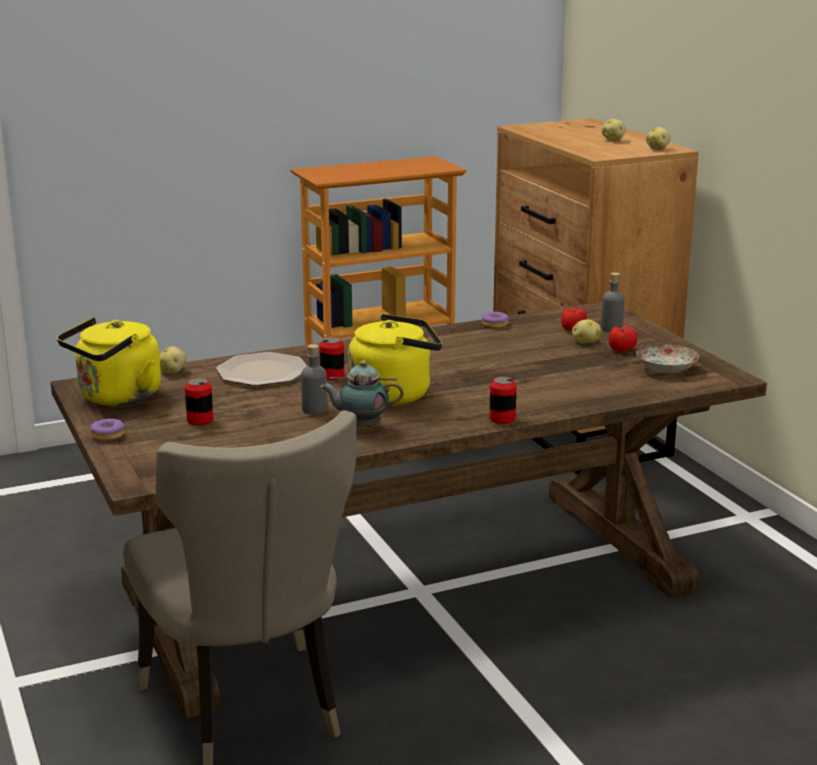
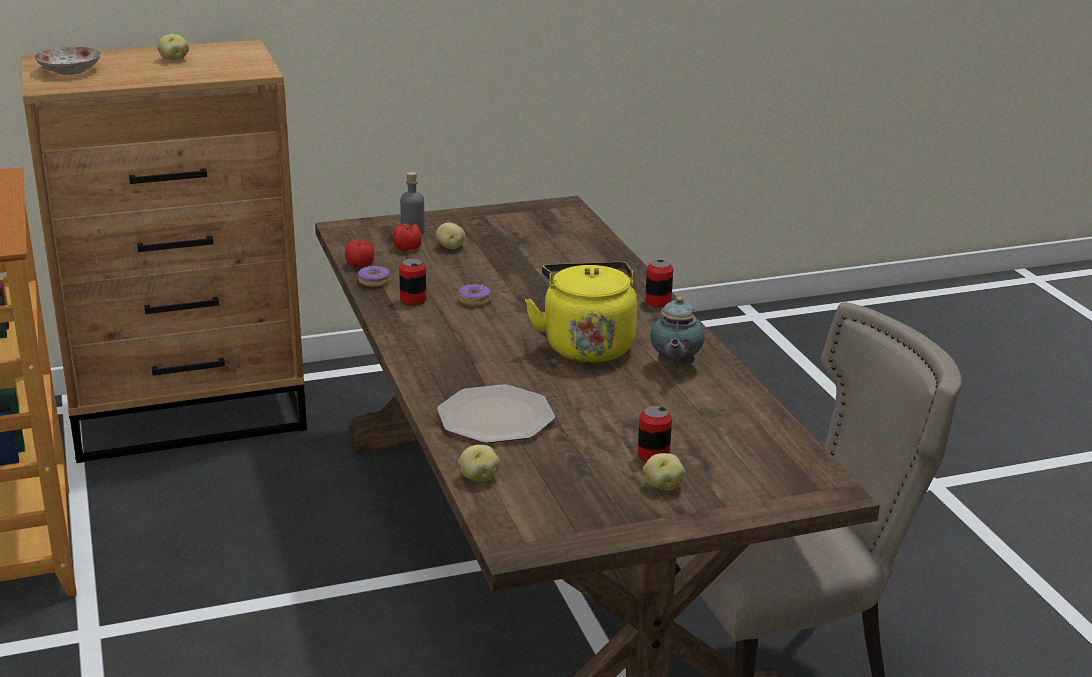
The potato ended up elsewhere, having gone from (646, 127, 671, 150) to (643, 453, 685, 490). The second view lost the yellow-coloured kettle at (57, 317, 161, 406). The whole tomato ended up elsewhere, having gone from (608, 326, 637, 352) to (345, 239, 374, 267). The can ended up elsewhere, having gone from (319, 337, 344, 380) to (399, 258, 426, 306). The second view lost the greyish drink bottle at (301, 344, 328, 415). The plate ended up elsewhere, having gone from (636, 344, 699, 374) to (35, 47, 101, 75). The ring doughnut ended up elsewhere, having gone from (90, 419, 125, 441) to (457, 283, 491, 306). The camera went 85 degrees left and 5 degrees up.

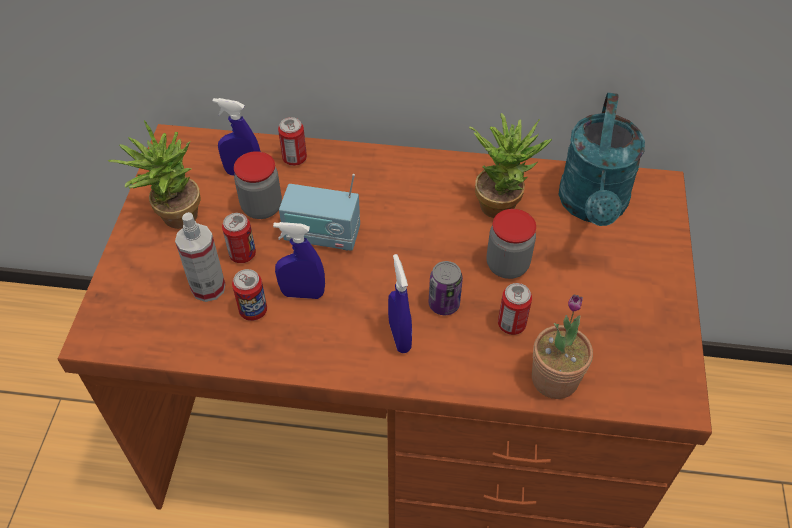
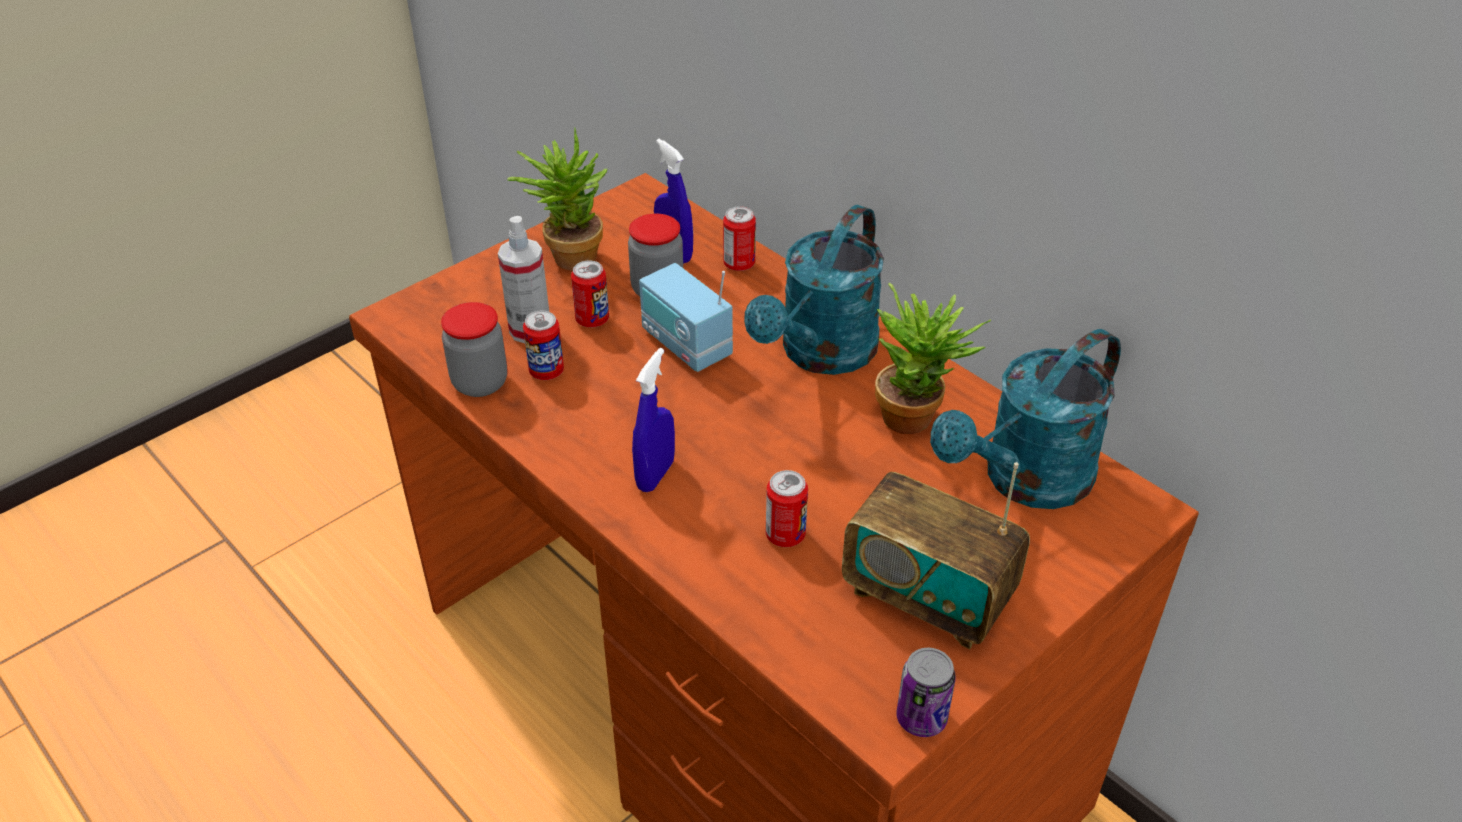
The jar ended up elsewhere, having gone from (487, 209, 536, 279) to (441, 302, 507, 397). The second view lost the blue-coloured sprayer at (273, 222, 325, 299). The can ended up elsewhere, having gone from (429, 261, 463, 315) to (896, 648, 956, 737). The second view lost the houseplant at (532, 294, 593, 399). The second view gained the blue-green watering can at (744, 205, 884, 375). The second view gained the radio set at (842, 462, 1030, 649). The camera went 40 degrees right and 10 degrees down.

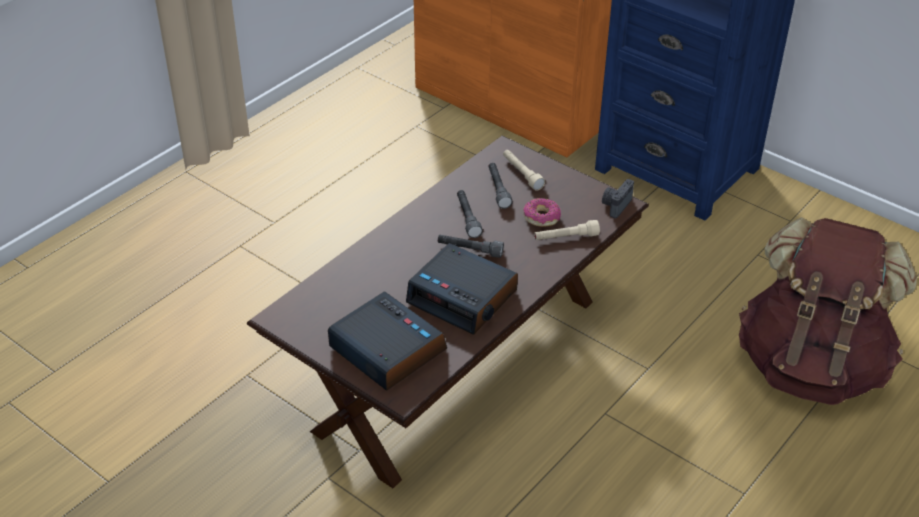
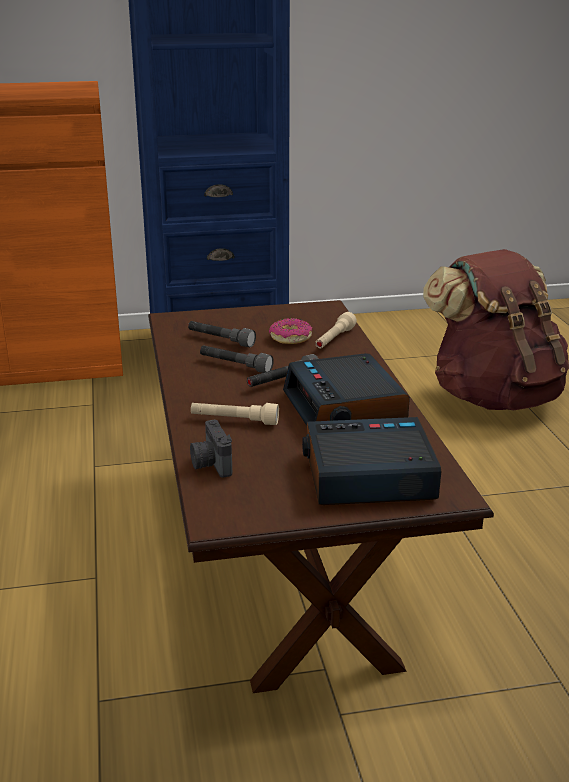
The sand-coloured hand torch ended up elsewhere, having gone from (503, 150, 545, 191) to (191, 403, 279, 425). The still camera ended up elsewhere, having gone from (602, 179, 634, 218) to (190, 420, 232, 478). The alarm clock at (406, 243, 518, 335) ended up facing another way, 90 degrees clockwise from before. The camera went 50 degrees left and 15 degrees down.

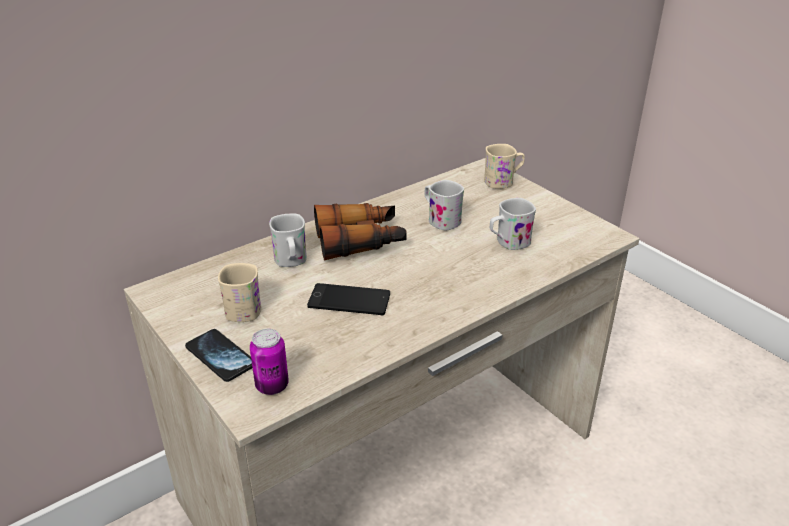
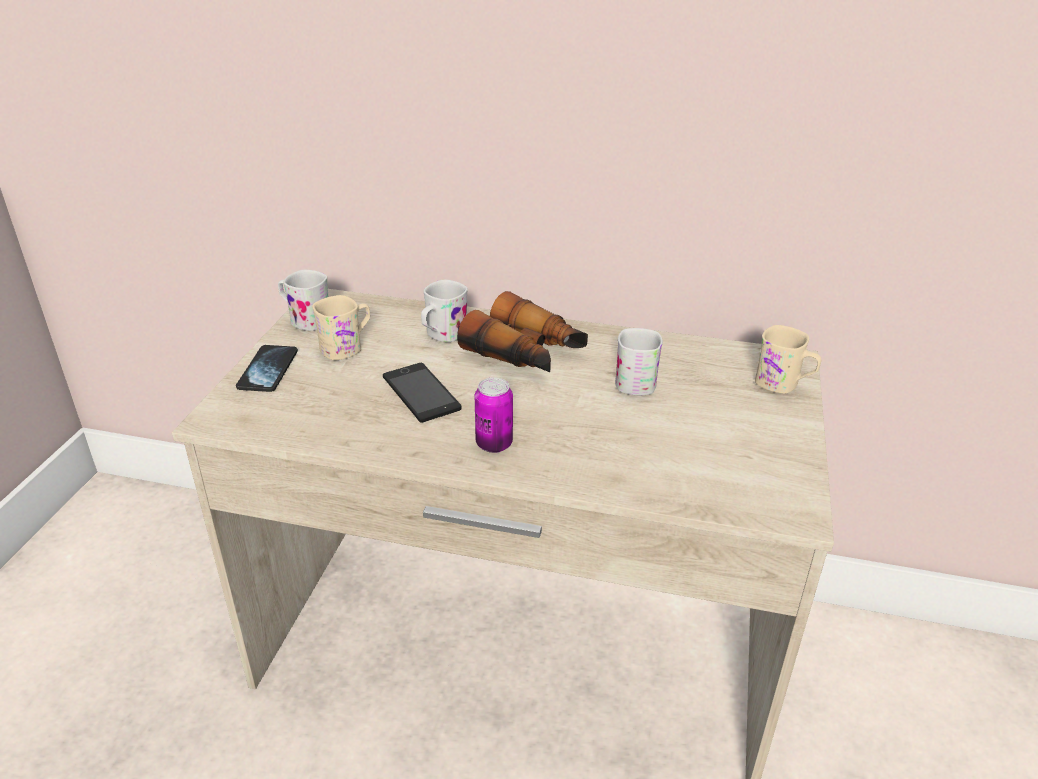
The white-coloured mug ended up elsewhere, having gone from (490, 198, 536, 250) to (278, 270, 329, 331). The can ended up elsewhere, having gone from (250, 329, 289, 395) to (475, 377, 513, 453). The camera went 50 degrees right and 0 degrees up.

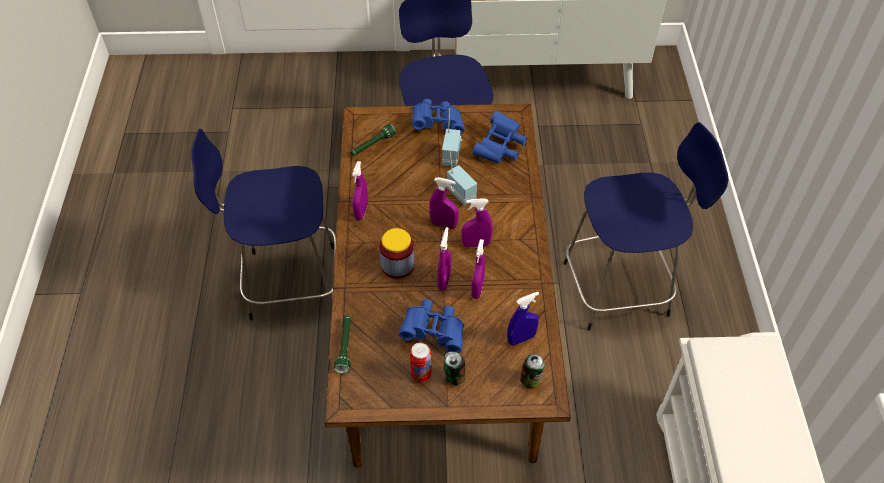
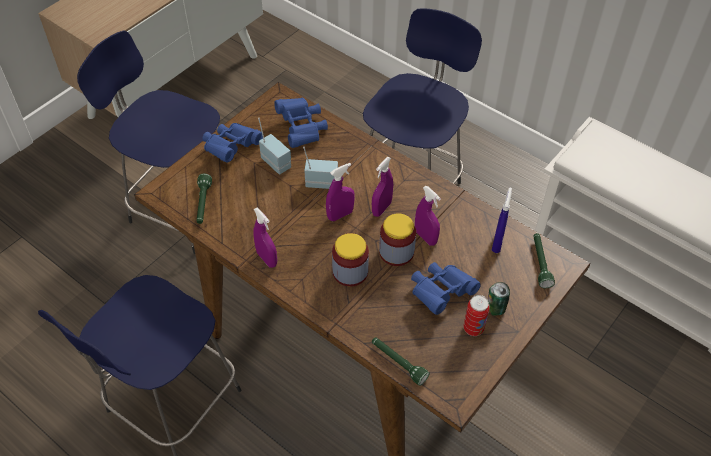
Where the purple-coloured sprayer stood at (438, 227, 451, 290), the jar came to stand at (379, 213, 416, 266). Where the can stood at (520, 354, 545, 388), the green hand torch came to stand at (534, 233, 555, 288). The camera went 50 degrees left and 0 degrees up.

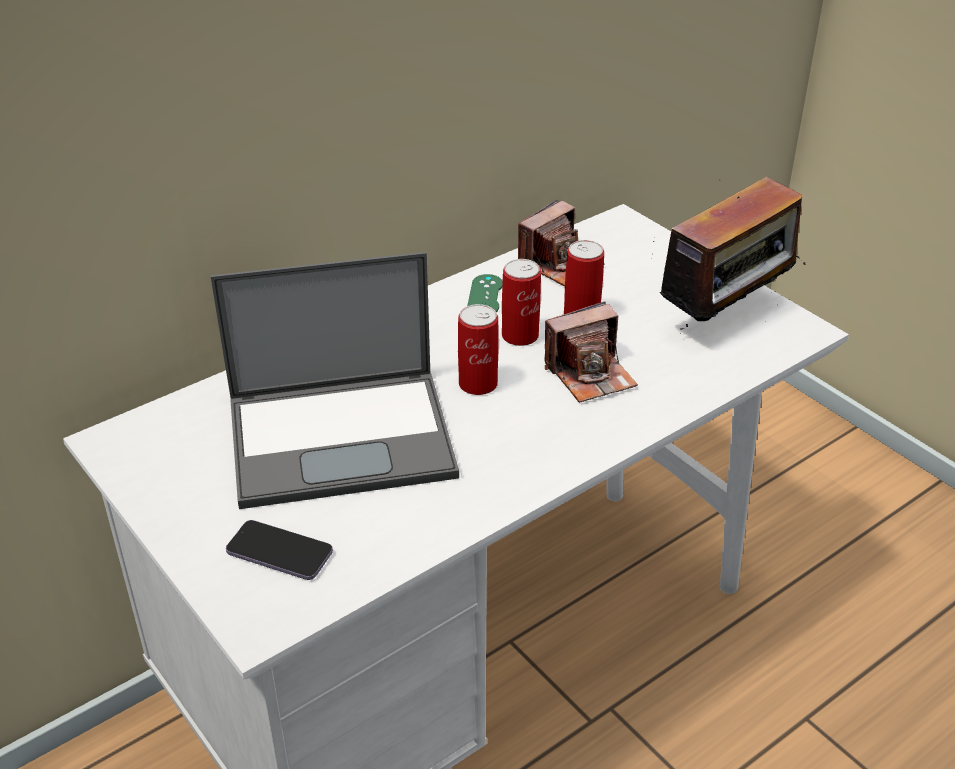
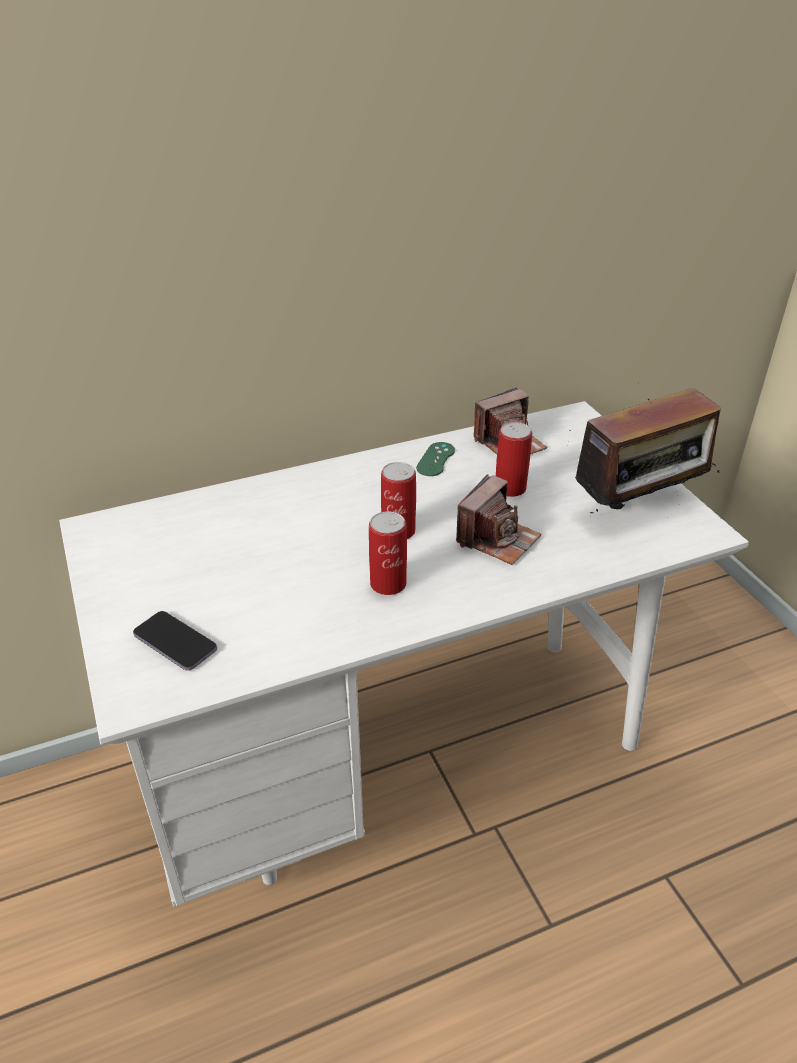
The second view lost the notebook computer at (211, 252, 459, 509). The can ended up elsewhere, having gone from (502, 259, 541, 346) to (369, 511, 407, 595). The still camera at (544, 301, 638, 403) ended up facing another way, 45 degrees counterclockwise from before. The camera went 15 degrees right and 0 degrees up.

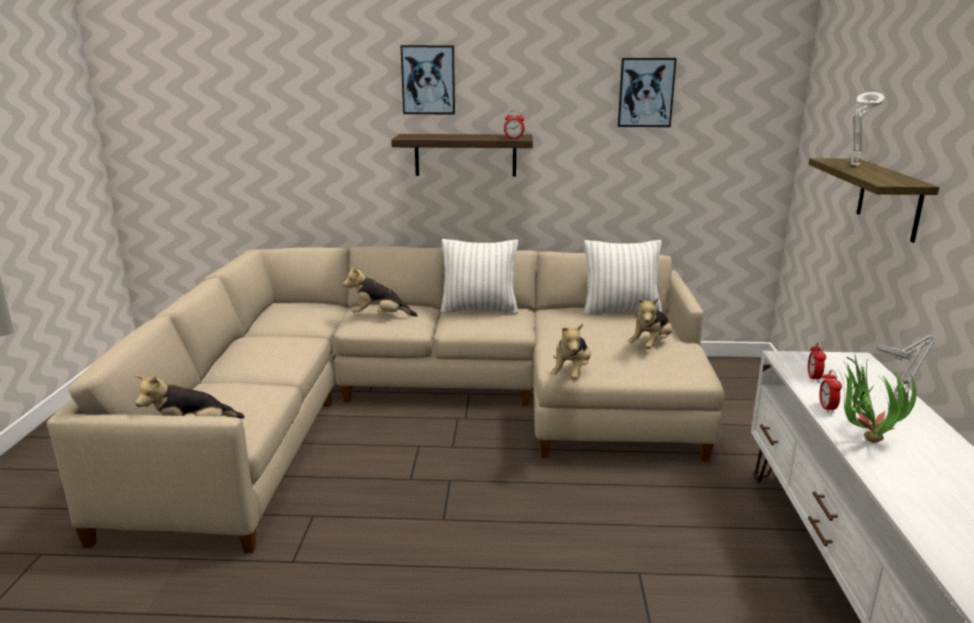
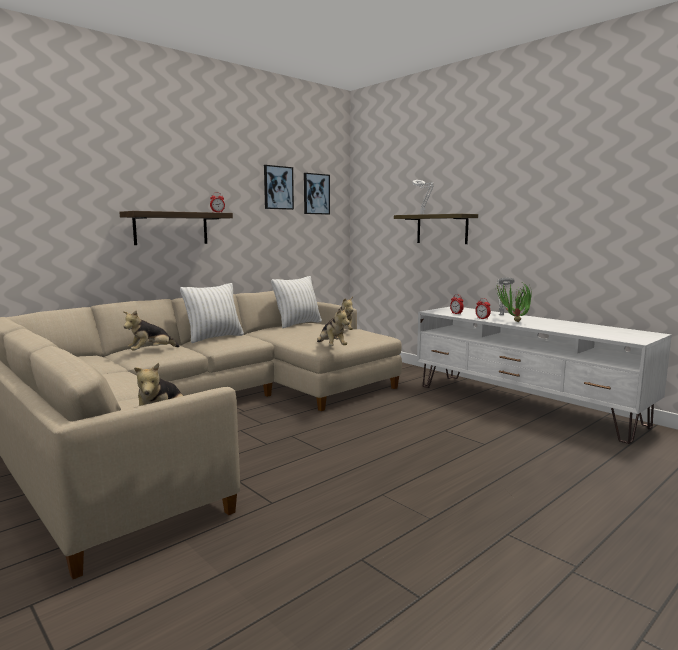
The wall art ended up elsewhere, having gone from (401, 45, 455, 114) to (304, 173, 330, 215). The camera went 45 degrees left and 10 degrees down.

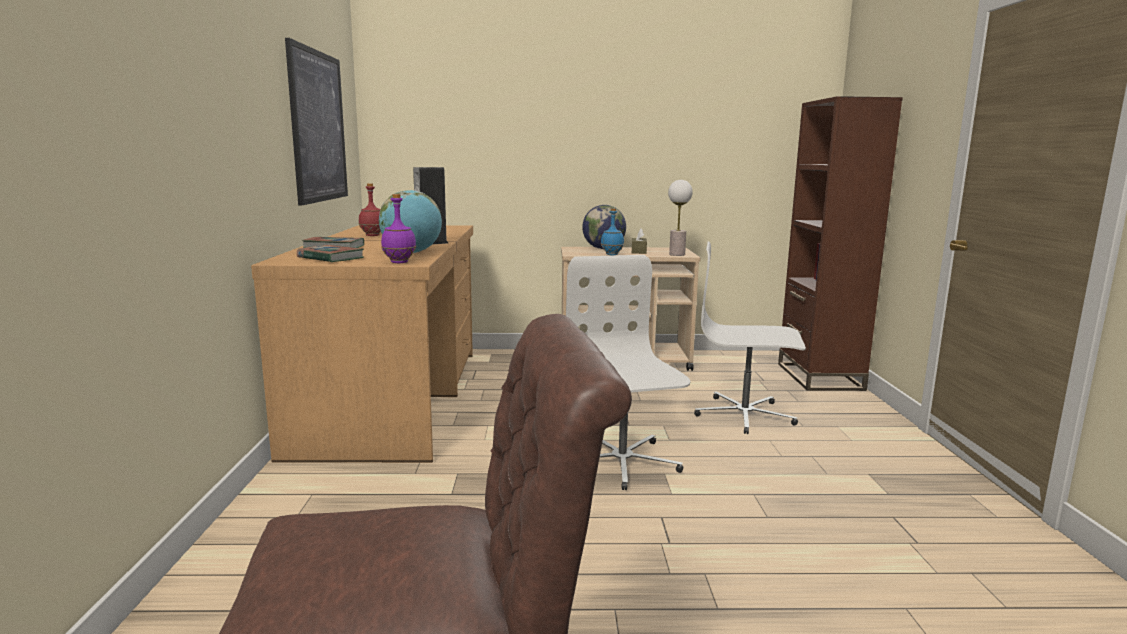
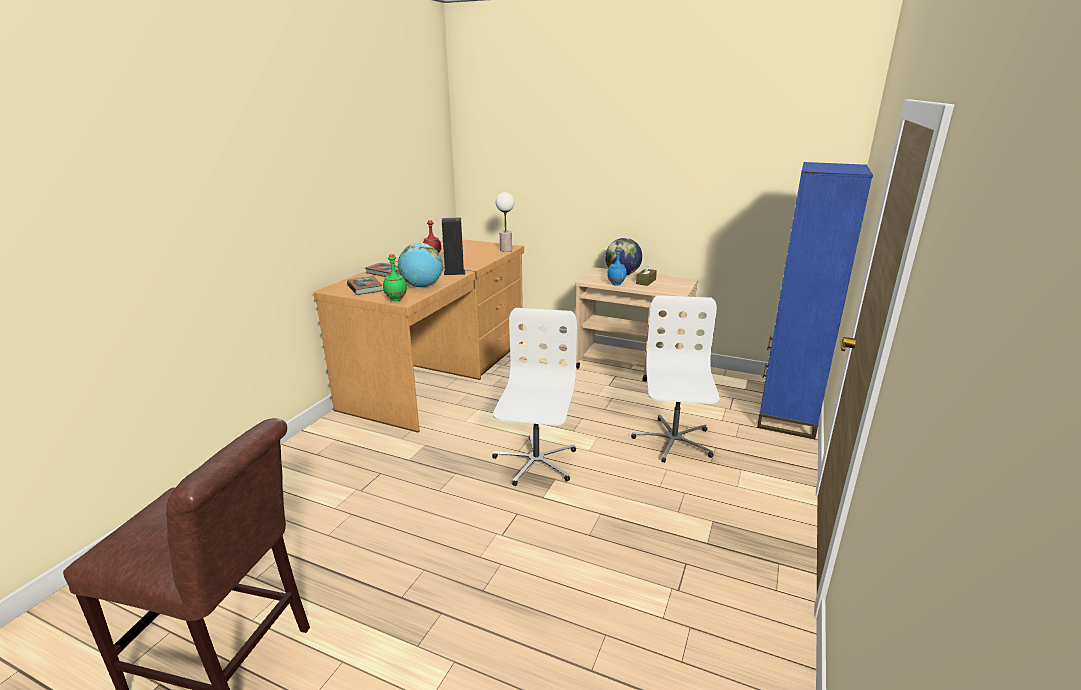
The second view lost the wall art at (285, 38, 348, 205). What was the brown-coloured bookshelf at (778, 96, 903, 391) turned into the blue-coloured bookshelf at (757, 162, 873, 439). The tabletop lamp ended up elsewhere, having gone from (668, 180, 693, 256) to (496, 192, 514, 252). What was the purple-coloured drink bottle at (381, 194, 416, 263) turned into the green drink bottle at (383, 254, 407, 301). The white-coloured office chair at (694, 242, 806, 434) ended up facing another way, 60 degrees clockwise from before. The camera went 25 degrees right and 10 degrees up.

